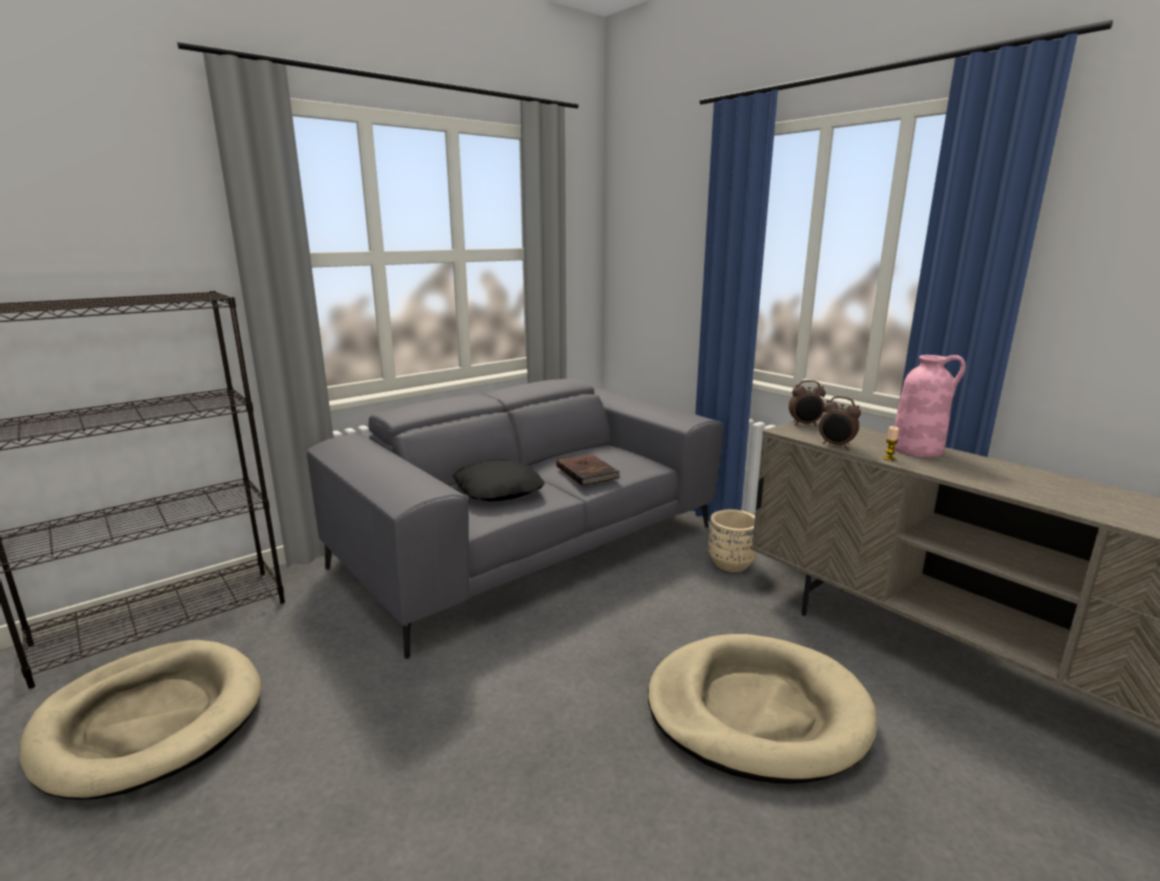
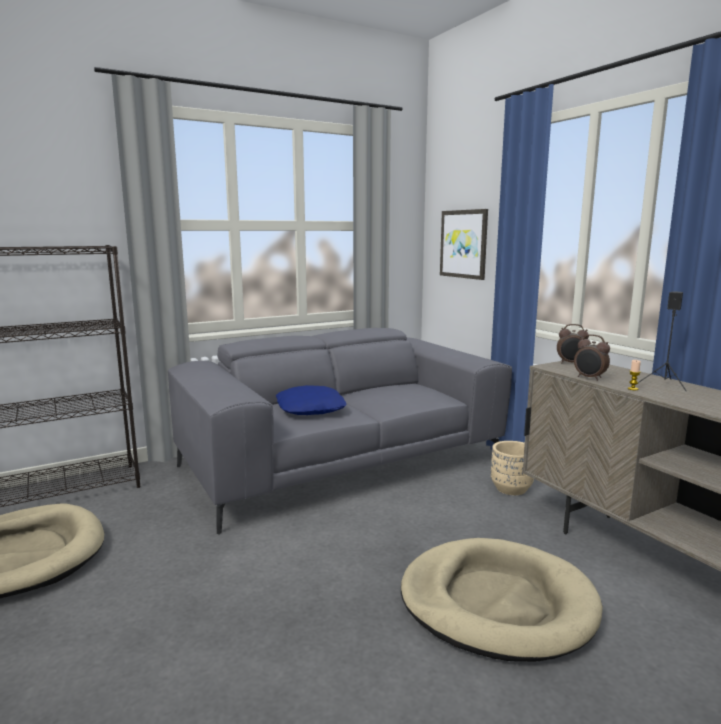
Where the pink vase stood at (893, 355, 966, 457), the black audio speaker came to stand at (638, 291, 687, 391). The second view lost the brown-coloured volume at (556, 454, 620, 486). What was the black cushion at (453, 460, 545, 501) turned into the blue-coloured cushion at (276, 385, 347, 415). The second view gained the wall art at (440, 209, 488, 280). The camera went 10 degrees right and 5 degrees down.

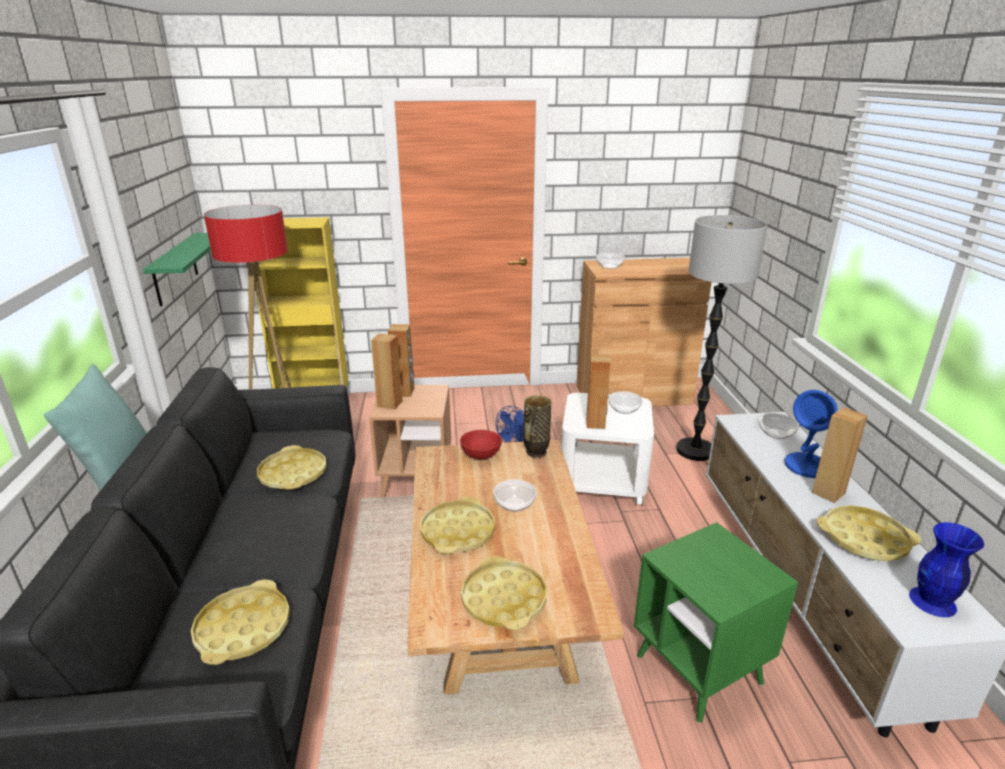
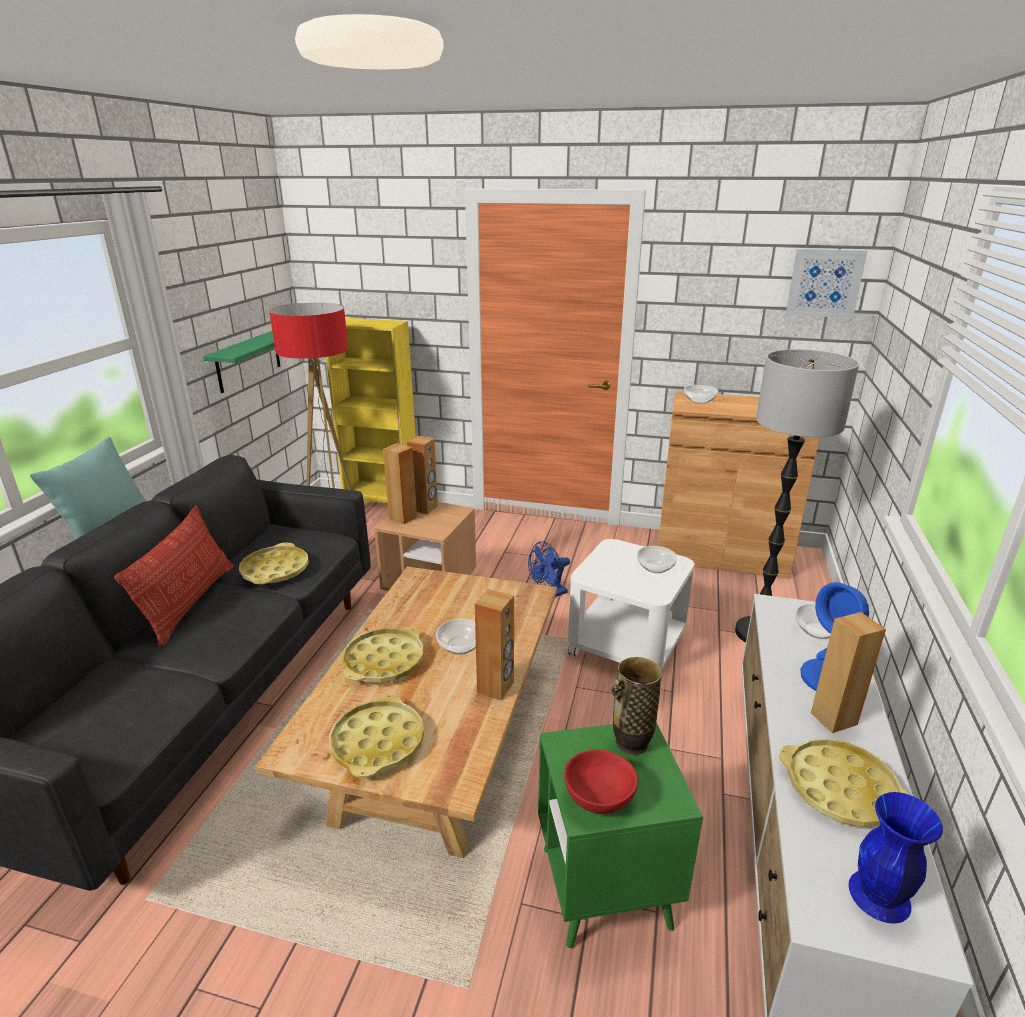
The brown-coloured audio speaker ended up elsewhere, having gone from (586, 354, 611, 429) to (475, 589, 514, 700). The vase ended up elsewhere, having gone from (523, 395, 551, 458) to (611, 657, 662, 755). The red bowl ended up elsewhere, having gone from (460, 430, 502, 459) to (564, 750, 638, 814). The second view lost the yellow-coloured tray at (191, 579, 290, 665). The second view gained the wall art at (786, 249, 867, 318). The second view gained the cushion at (114, 505, 234, 647). The camera went 20 degrees right and 0 degrees up.

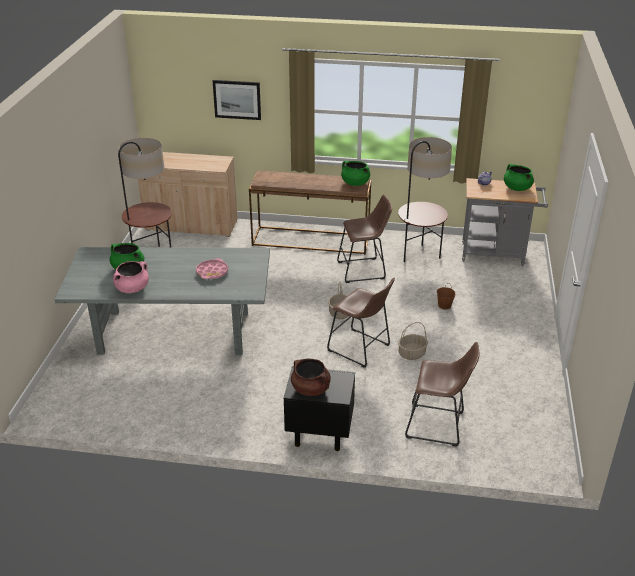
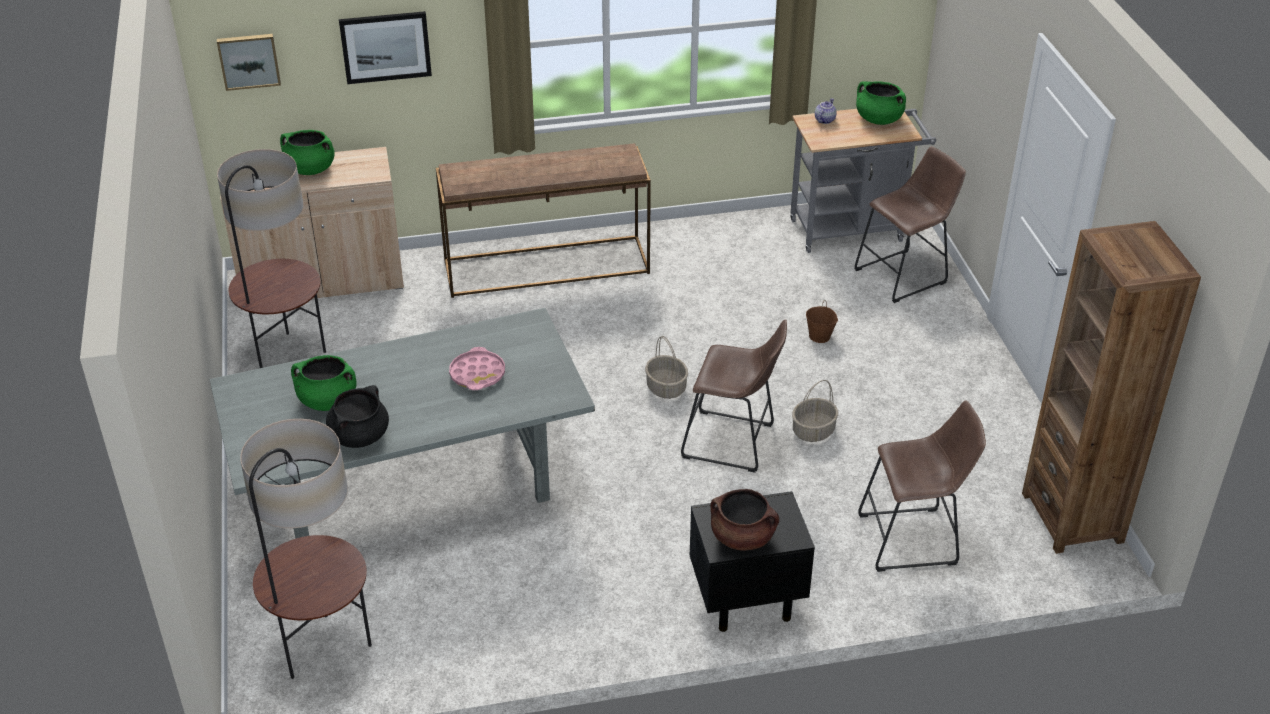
The standing lamp ended up elsewhere, having gone from (398, 137, 452, 262) to (240, 419, 372, 679). The green stockpot ended up elsewhere, having gone from (341, 161, 370, 186) to (280, 130, 335, 175). The brown-coloured stool ended up elsewhere, having gone from (337, 194, 392, 283) to (854, 146, 966, 303). What was the pink stockpot at (113, 261, 149, 293) turned into the black stockpot at (326, 385, 389, 448). The second view gained the wall art at (217, 34, 281, 91). The second view gained the brown-coloured bookshelf at (1022, 221, 1201, 554). The camera went 20 degrees left and 5 degrees up.

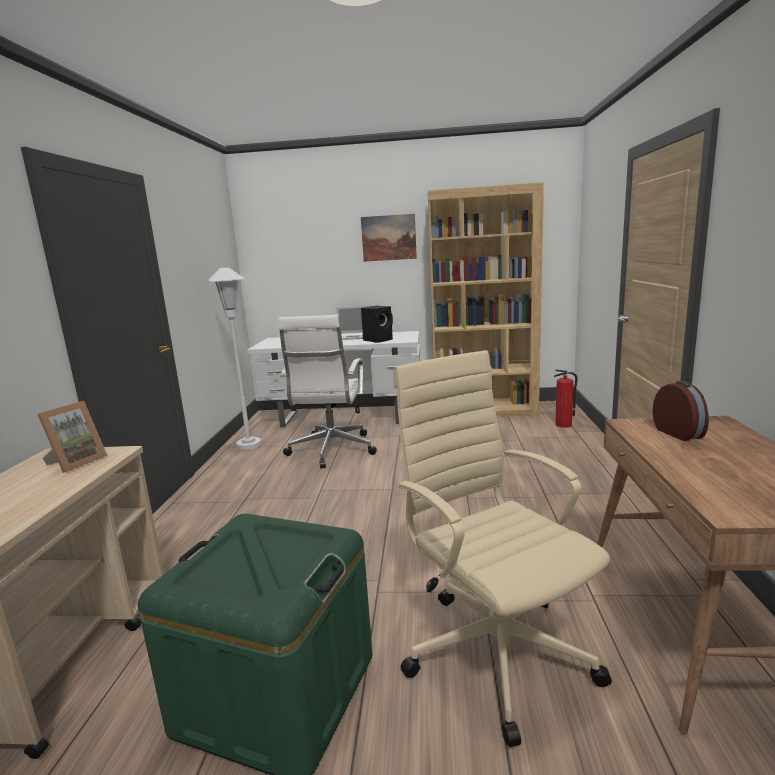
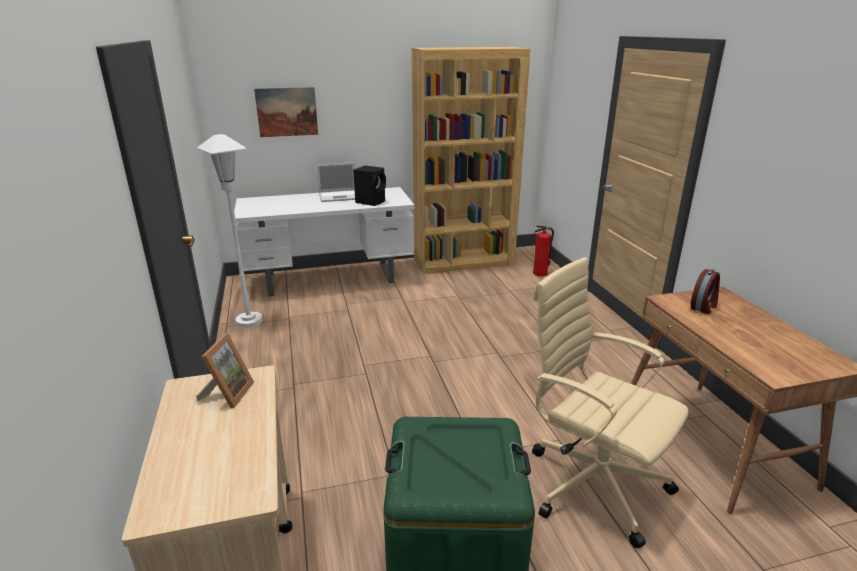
The wall art ended up elsewhere, having gone from (361, 214, 417, 262) to (254, 87, 318, 137). The second view lost the white-coloured office chair at (278, 315, 377, 468). The alarm clock at (652, 381, 709, 441) ended up facing another way, 75 degrees clockwise from before. The camera went 20 degrees left and 10 degrees up.

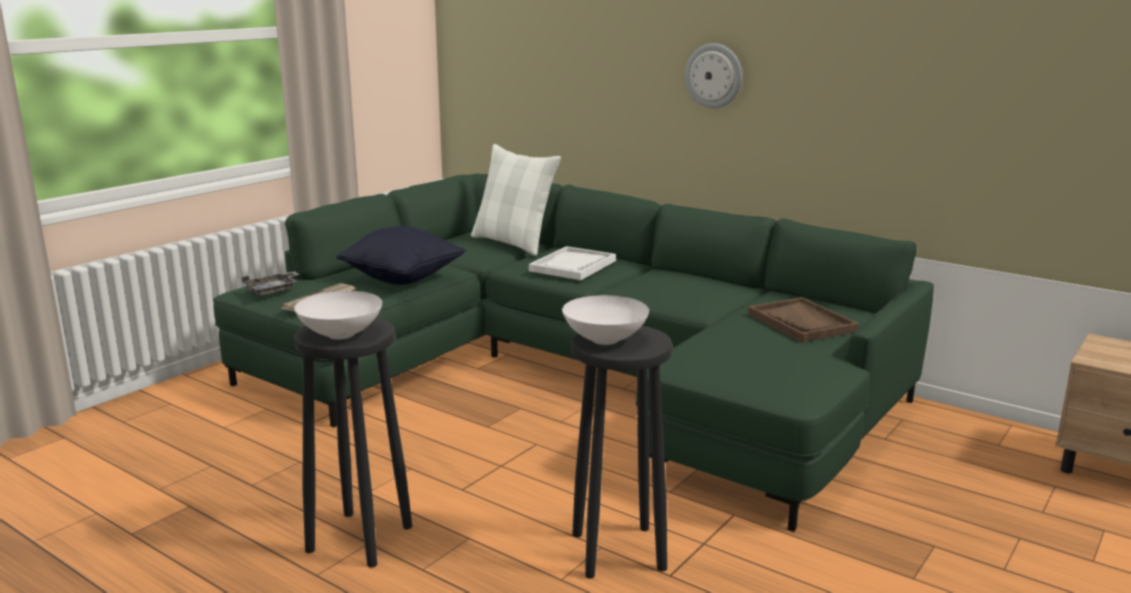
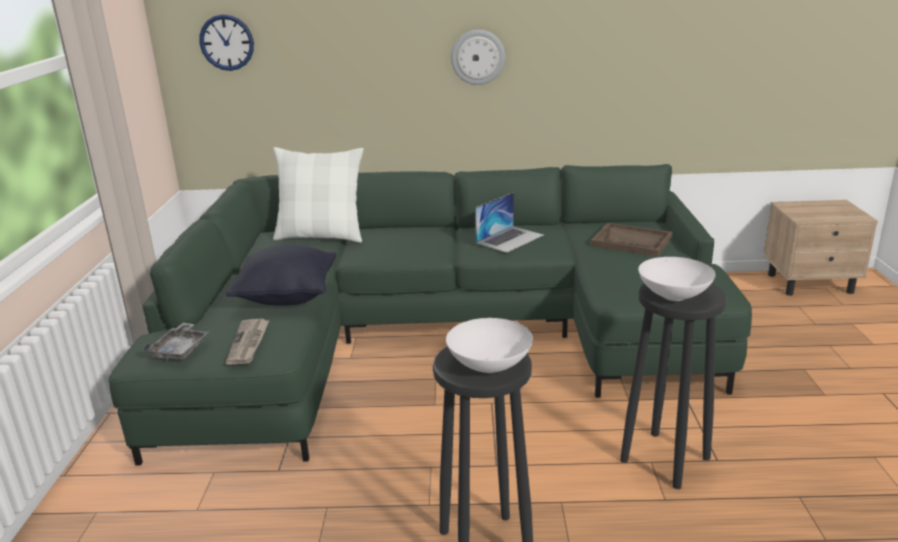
The second view lost the white-coloured tray at (529, 246, 616, 280). The second view gained the clock on the wall at (199, 14, 254, 71). The second view gained the notebook computer at (475, 192, 544, 253). The camera went 35 degrees left and 5 degrees up.

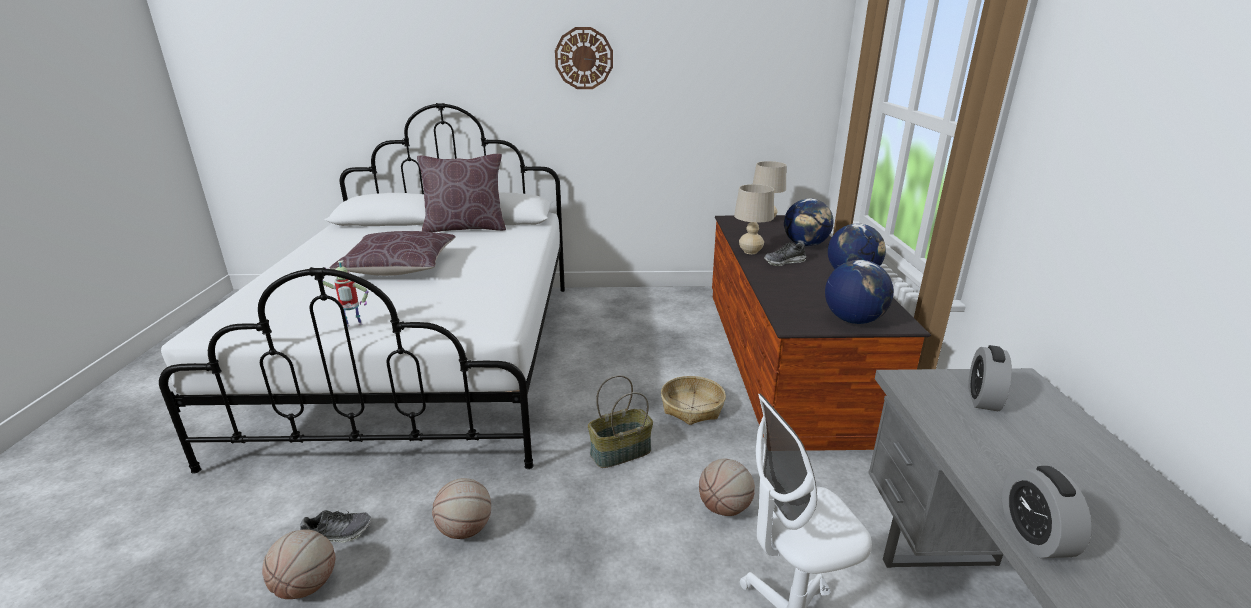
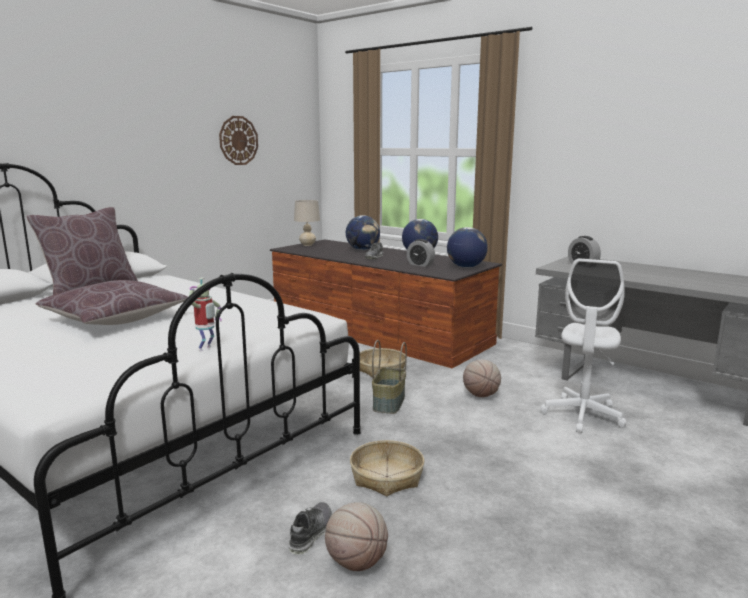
The clock on the wall ended up elsewhere, having gone from (555, 27, 613, 89) to (219, 116, 258, 165). The second view lost the sand-coloured tabletop lamp at (734, 184, 774, 254). The alarm clock ended up elsewhere, having gone from (1002, 466, 1092, 558) to (407, 239, 435, 267). Where the basketball ball stood at (432, 478, 491, 539), the storage basket came to stand at (350, 440, 424, 497). The camera went 50 degrees left and 10 degrees down.

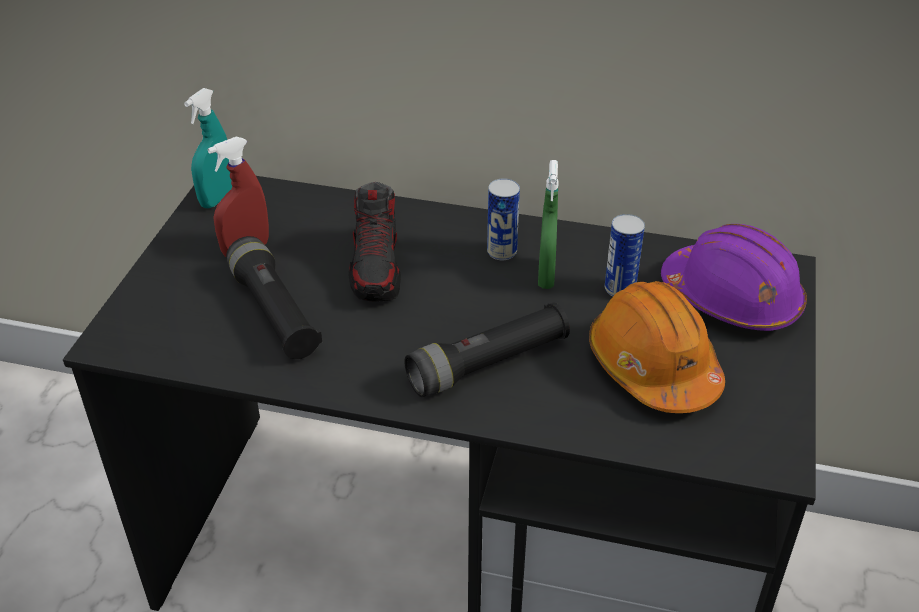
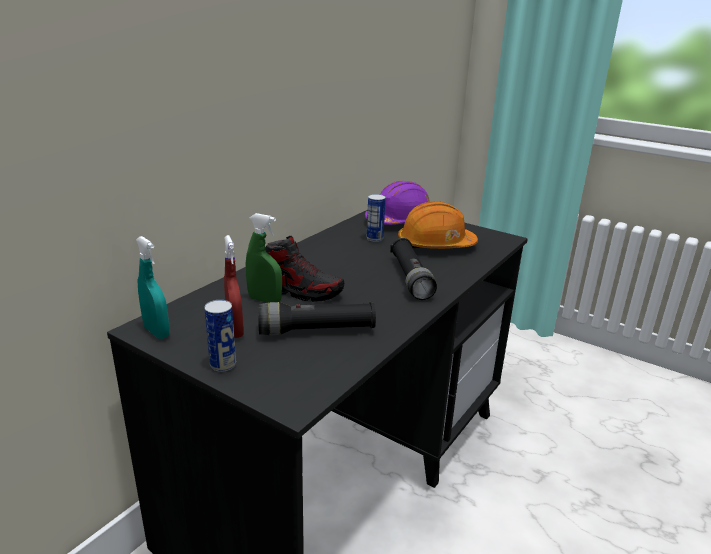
The green sprayer ended up elsewhere, having gone from (538, 160, 559, 289) to (246, 213, 282, 303). The can ended up elsewhere, having gone from (487, 178, 520, 260) to (204, 300, 236, 372). The camera went 70 degrees left and 15 degrees down.

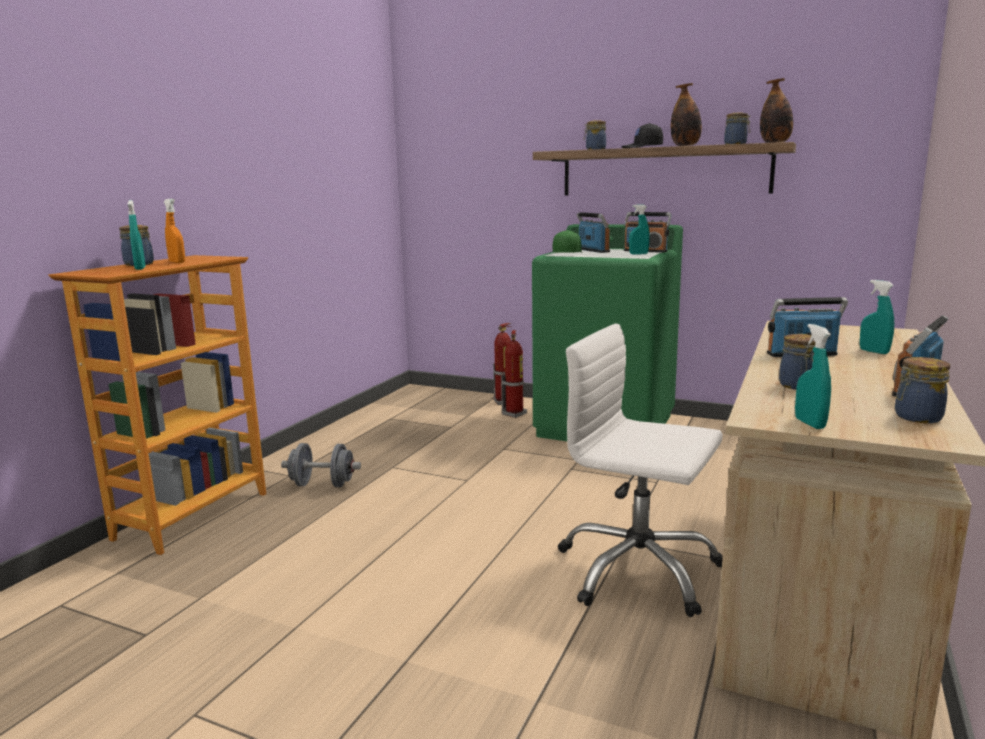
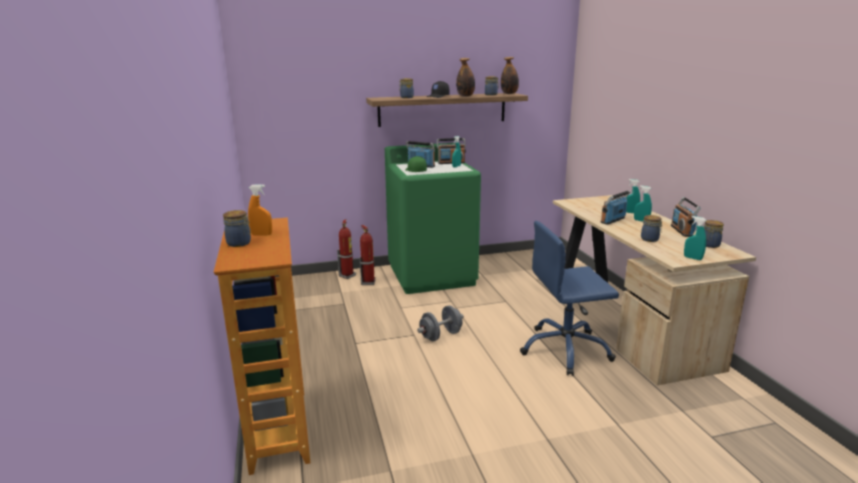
The blue-green sprayer ended up elsewhere, having gone from (128, 200, 146, 270) to (634, 186, 652, 221). What was the white-coloured office chair at (558, 324, 723, 617) turned into the blue-coloured office chair at (520, 221, 619, 376). The greyish free weight ended up elsewhere, having gone from (281, 443, 361, 487) to (417, 305, 464, 341). The camera went 40 degrees left and 5 degrees up.

